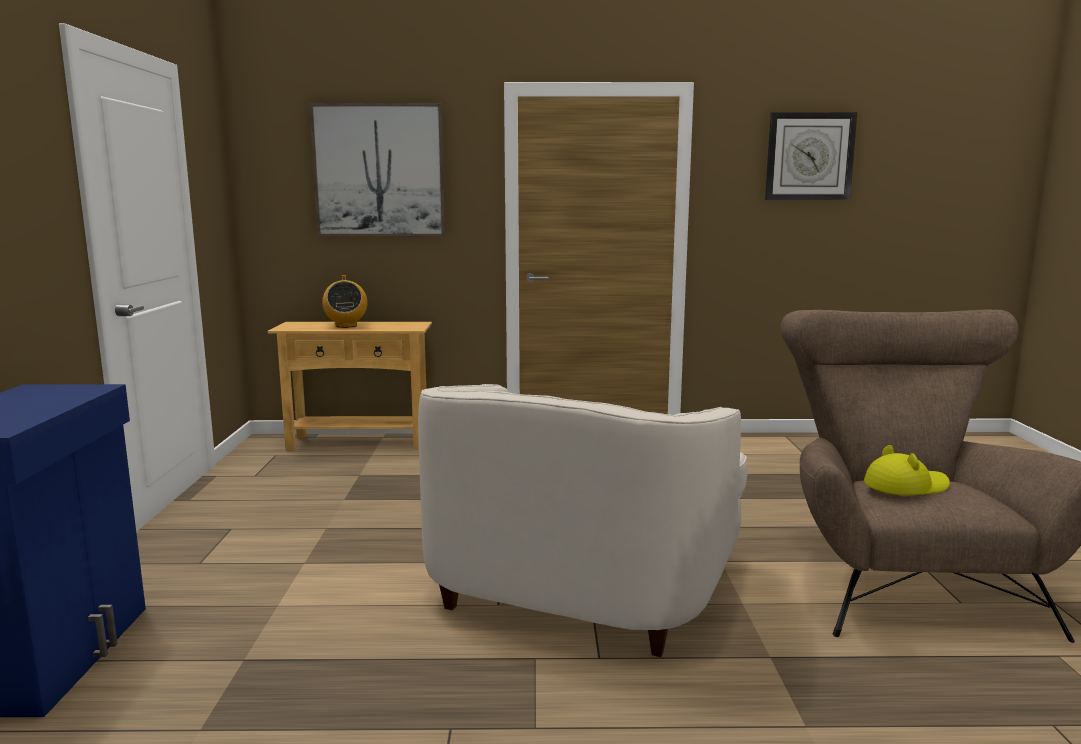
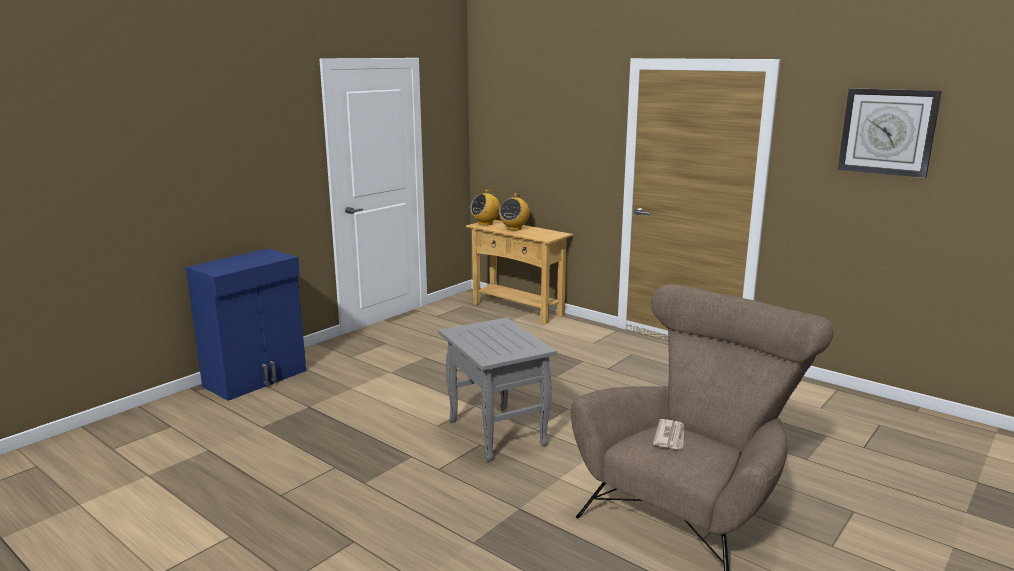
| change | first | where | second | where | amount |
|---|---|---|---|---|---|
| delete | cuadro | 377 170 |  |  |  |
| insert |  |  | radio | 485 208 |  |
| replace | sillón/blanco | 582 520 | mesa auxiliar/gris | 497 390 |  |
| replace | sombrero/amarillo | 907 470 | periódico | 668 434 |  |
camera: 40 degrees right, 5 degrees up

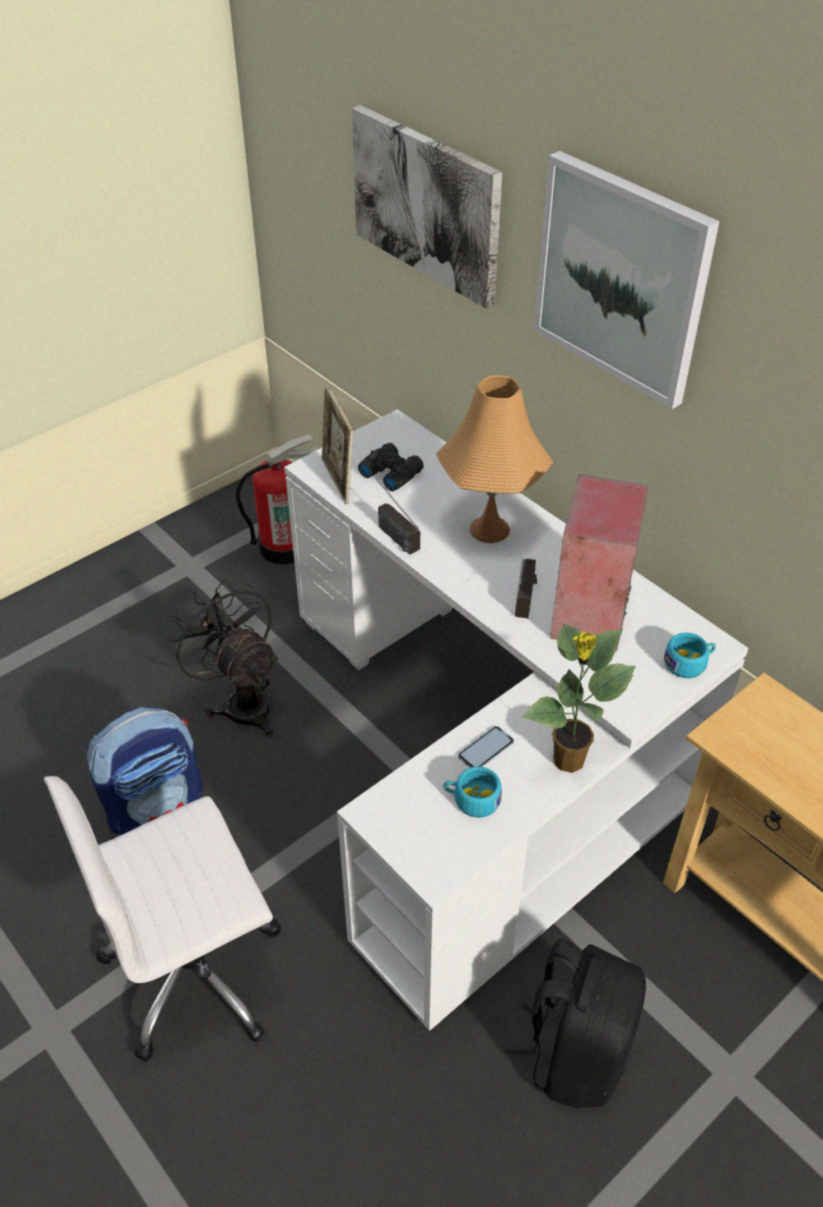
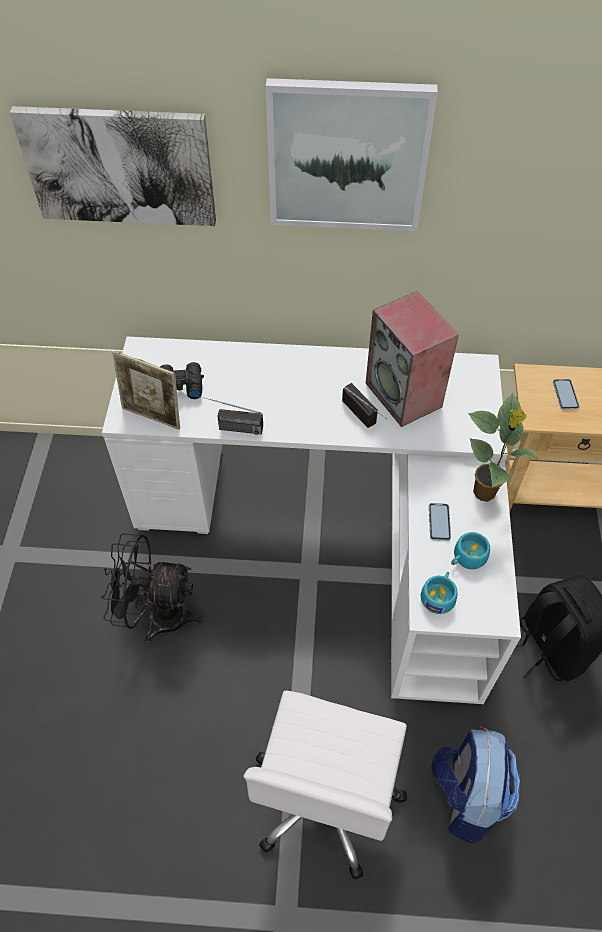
| change | first | where | second | where | amount |
|---|---|---|---|---|---|
| delete | extintor | 276 499 |  |  |  |
| delete | lámpara de mesa/naranja | 494 459 |  |  |  |
| insert |  |  | móvil | 566 394 |  |
| move | mochila | 145 771 |  | 475 785 |  |
| move | taza/turquesa | 690 655 |  | 439 593 |  |
camera: 45 degrees left, 10 degrees up

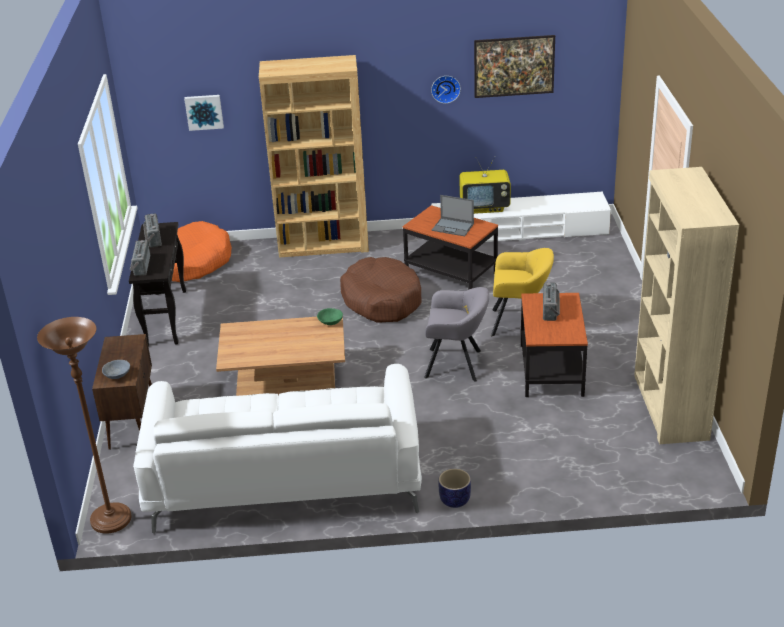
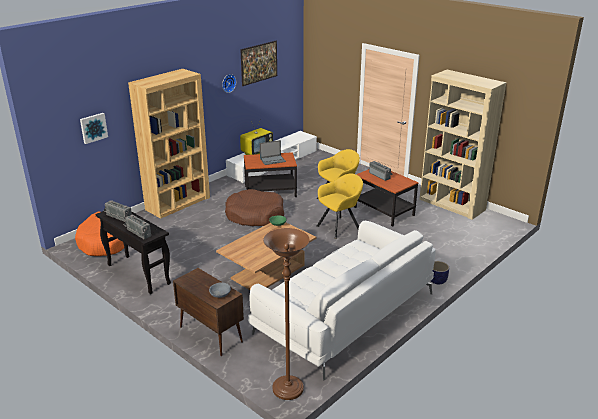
| change | first | where | second | where | amount |
|---|---|---|---|---|---|
| recolor | sillón/gris | 456 334 | sillón/amarillo | 340 206 |  |
camera: 45 degrees left, 5 degrees down

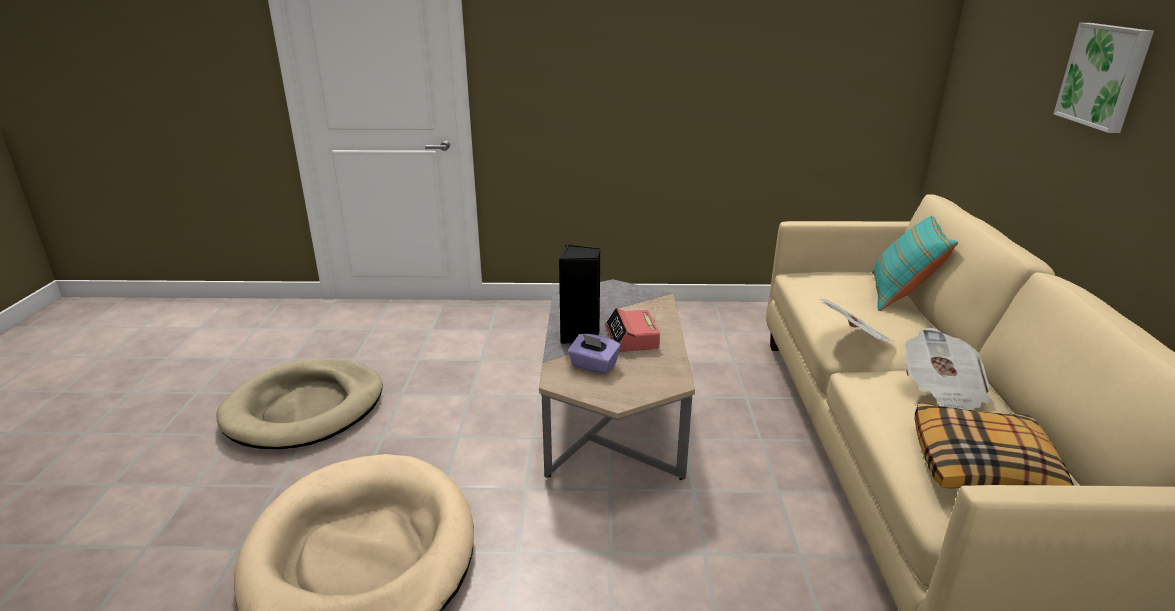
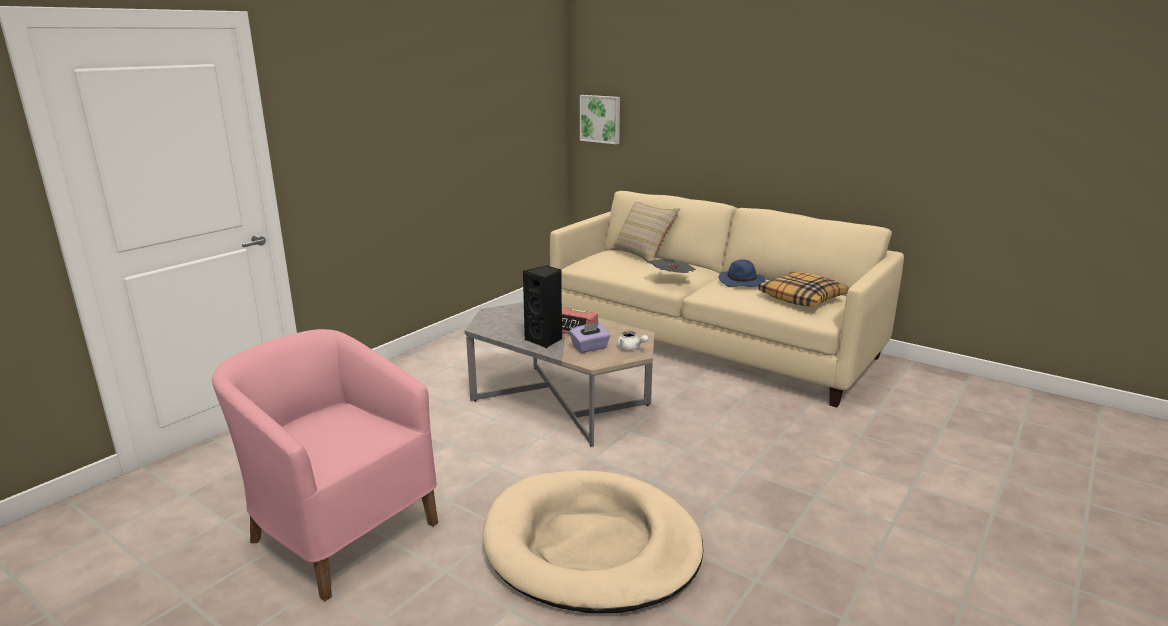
| change | first | where | second | where | amount |
|---|---|---|---|---|---|
| insert |  |  | tetera/blanco | 633 340 |  |
| move | cuadro | 1103 78 |  | 600 119 |  |
| replace | cama para perro/beis | 299 403 | sillón/rosa | 325 465 |  |
| replace | periódico | 948 369 | sombrero/azul | 742 273 |  |
| recolor | cojín/turquesa | 915 263 | cojín/beis | 645 233 |  |
camera: 55 degrees left, 5 degrees down

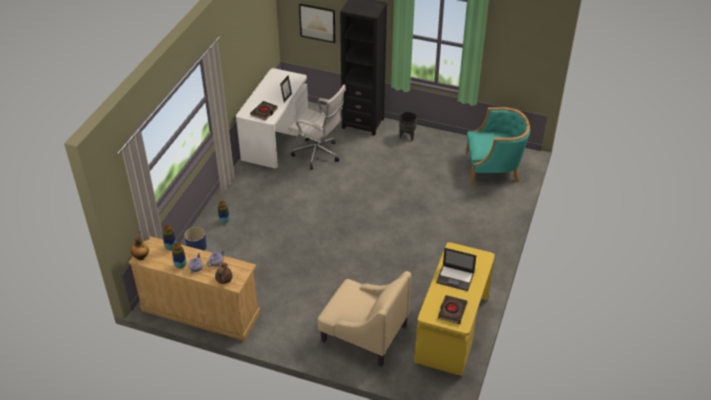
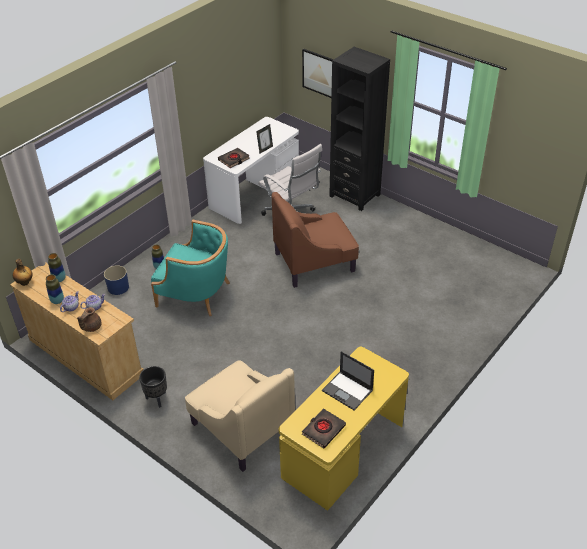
| change | first | where | second | where | amount |
|---|---|---|---|---|---|
| insert |  |  | sillón/marrón | 315 240 |  |
| move | maceta/negro | 408 126 |  | 153 387 |  |
| move | sillón/turquesa | 498 146 |  | 190 267 |  |
camera: 20 degrees right, 0 degrees up

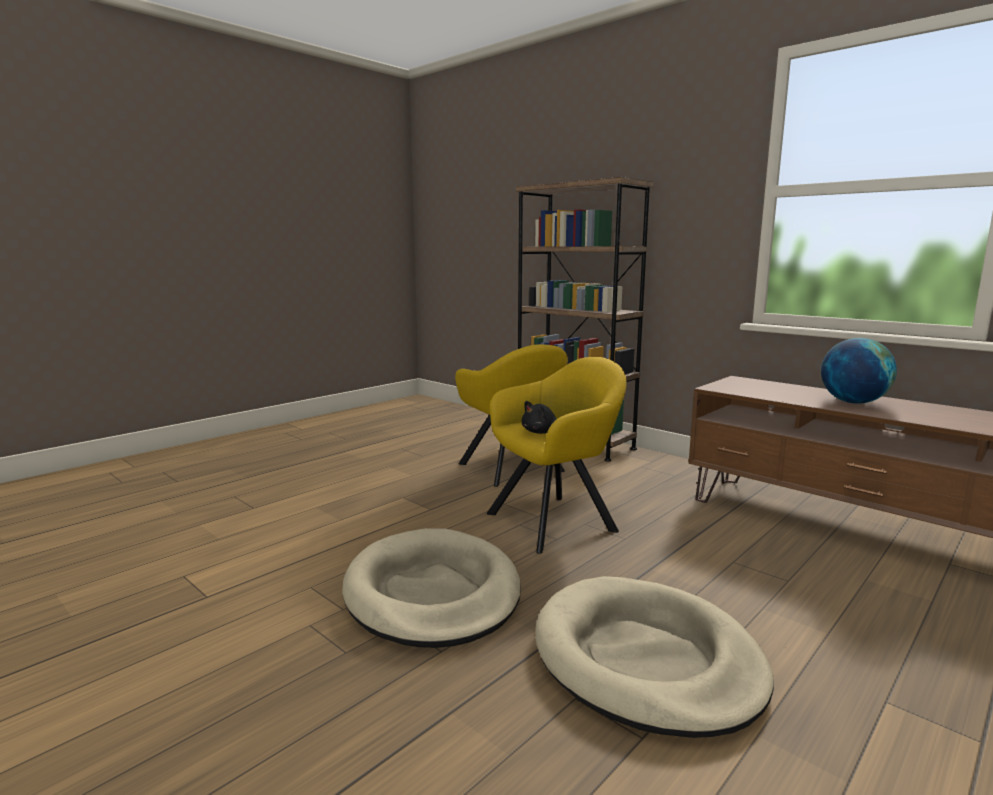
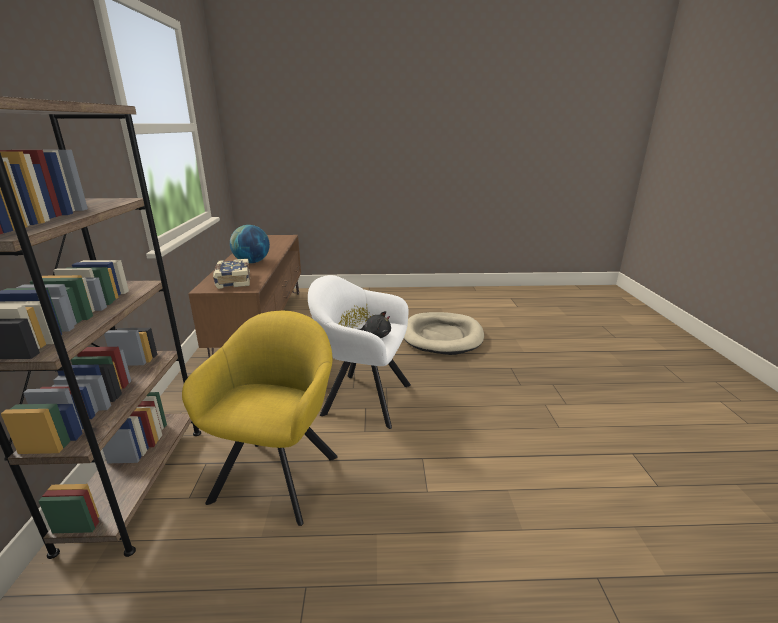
| change | first | where | second | where | amount |
|---|---|---|---|---|---|
| delete | cama para perro/beis | 431 588 |  |  |  |
| insert |  |  | libro | 231 274 |  |
| recolor | sillón/amarillo | 557 455 | sillón/blanco | 359 352 |  |
camera: 135 degrees left, 10 degrees up

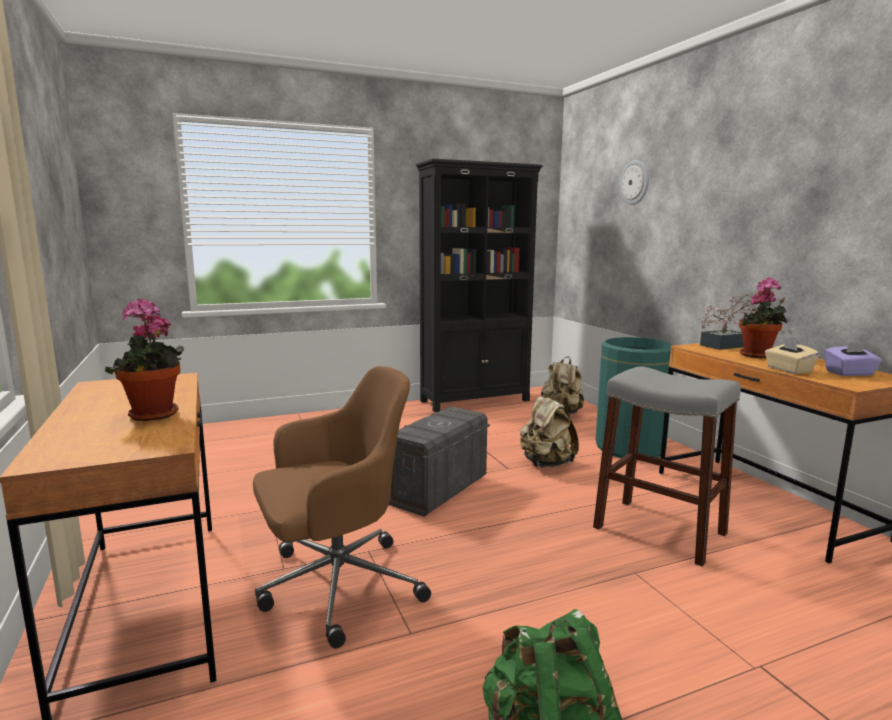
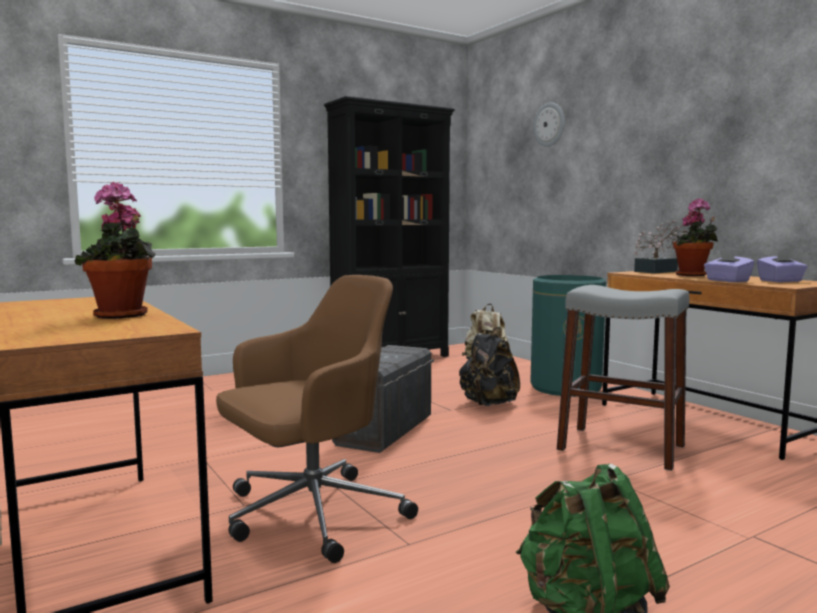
| change | first | where | second | where | amount |
|---|---|---|---|---|---|
| recolor | mochila/beis | 549 430 | mochila/negro | 489 366 |  |
| recolor | caja de pañuelos/beis | 792 355 | caja de pañuelos/morado | 729 265 |  |
camera: 10 degrees left, 5 degrees down

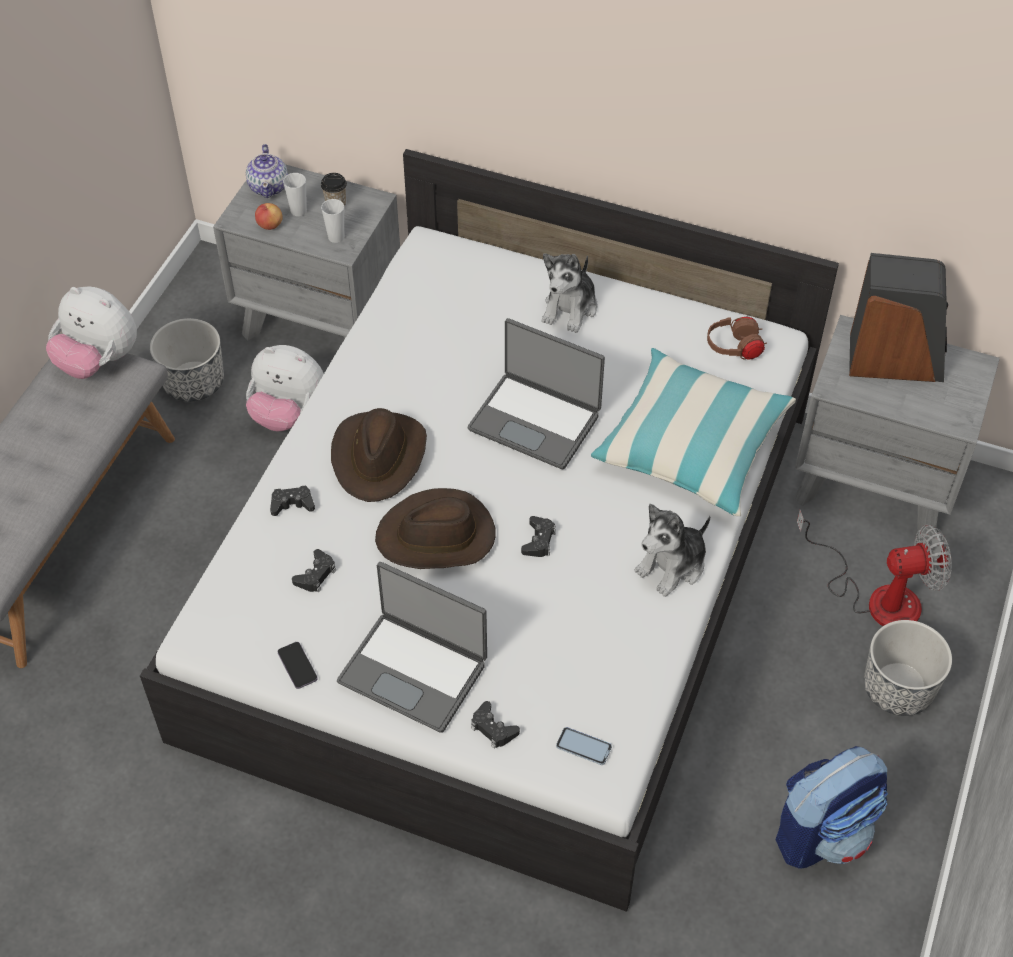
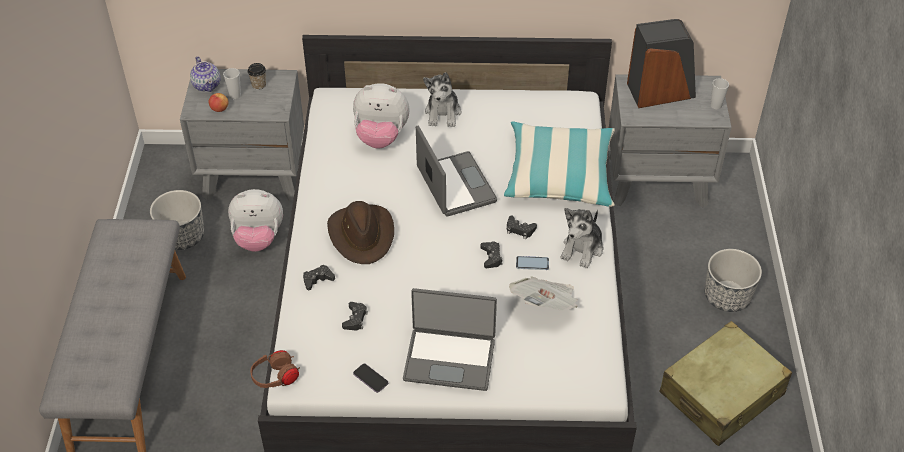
| change | first | where | second | where | amount |
|---|---|---|---|---|---|
| delete | sombrero/marrón | 435 528 |  |  |  |
| delete | ventilador | 874 567 |  |  |  |
| insert |  |  | periódico | 543 293 |  |
| move | peluche | 91 332 |  | 381 116 |  |
| move | taza | 332 221 |  | 719 94 |  |
| move | mando de consola/negro | 495 725 |  | 522 227 |  |
| move | móvil | 584 746 |  | 532 263 |  |
| move | auriculares/marrón | 737 338 |  | 275 369 |  |
| replace | mochila | 832 807 | maleta/beis | 725 383 |  |
| rotate | portátil | 536 393 |  | 456 171 | 120 degrees counterclockwise |
camera: 20 degrees left, 5 degrees down

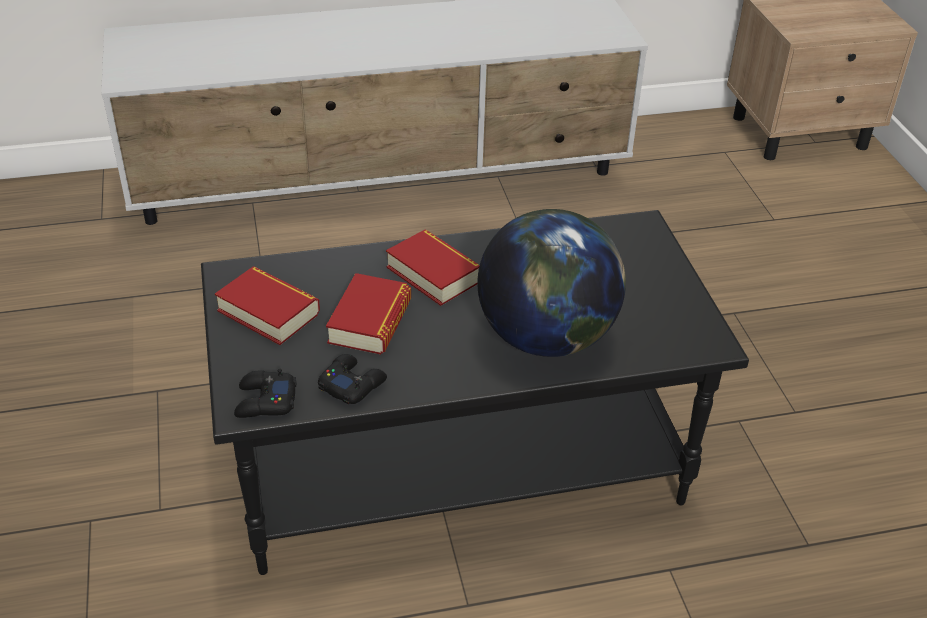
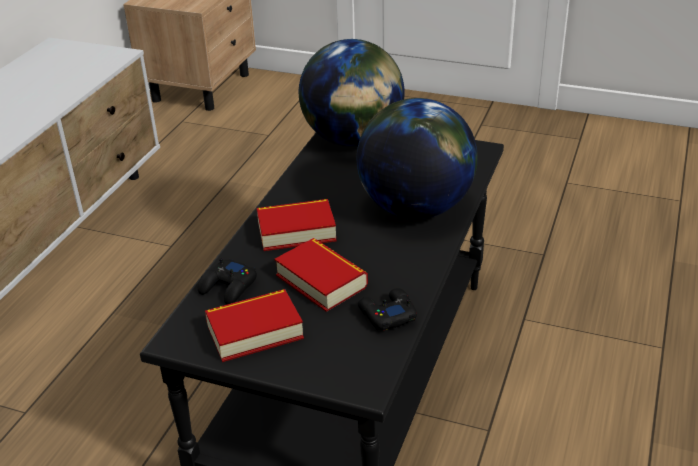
| change | first | where | second | where | amount |
|---|---|---|---|---|---|
| insert |  |  | globo terráqueo | 352 92 |  |
| move | mando de consola/negro | 265 393 |  | 227 281 |  |
camera: 55 degrees left, 5 degrees down

